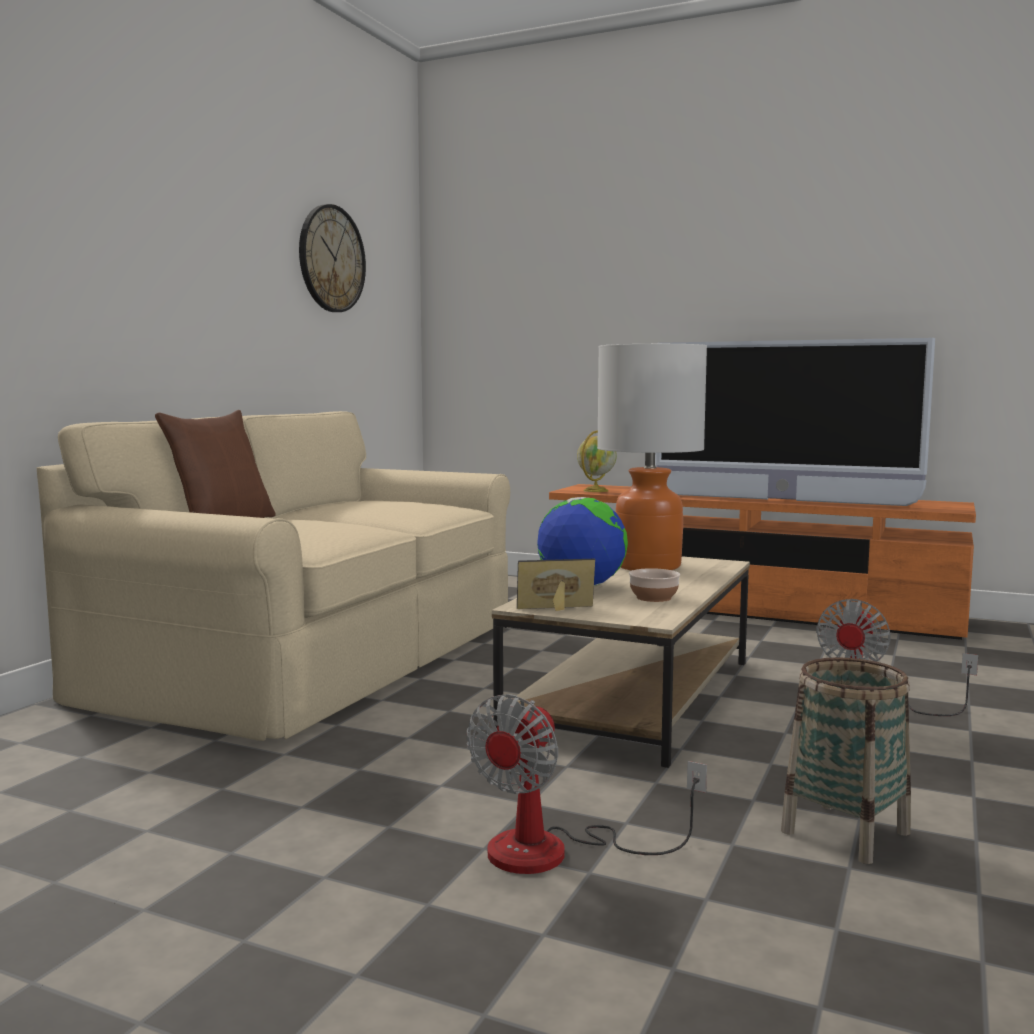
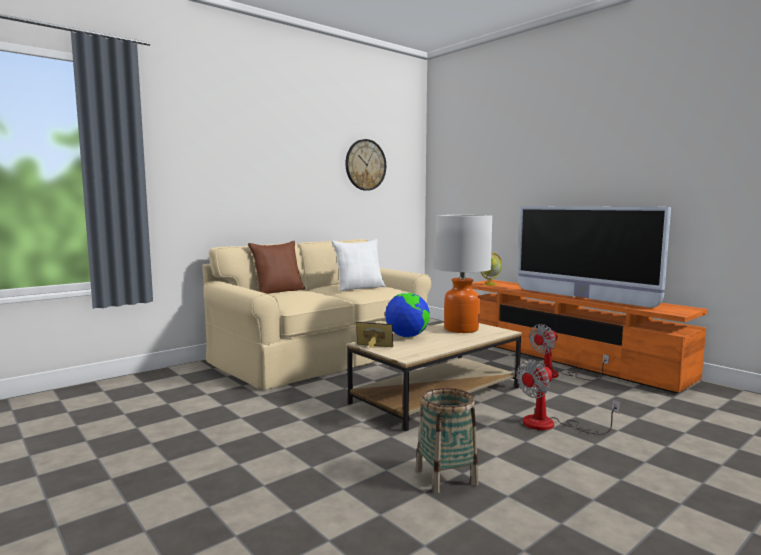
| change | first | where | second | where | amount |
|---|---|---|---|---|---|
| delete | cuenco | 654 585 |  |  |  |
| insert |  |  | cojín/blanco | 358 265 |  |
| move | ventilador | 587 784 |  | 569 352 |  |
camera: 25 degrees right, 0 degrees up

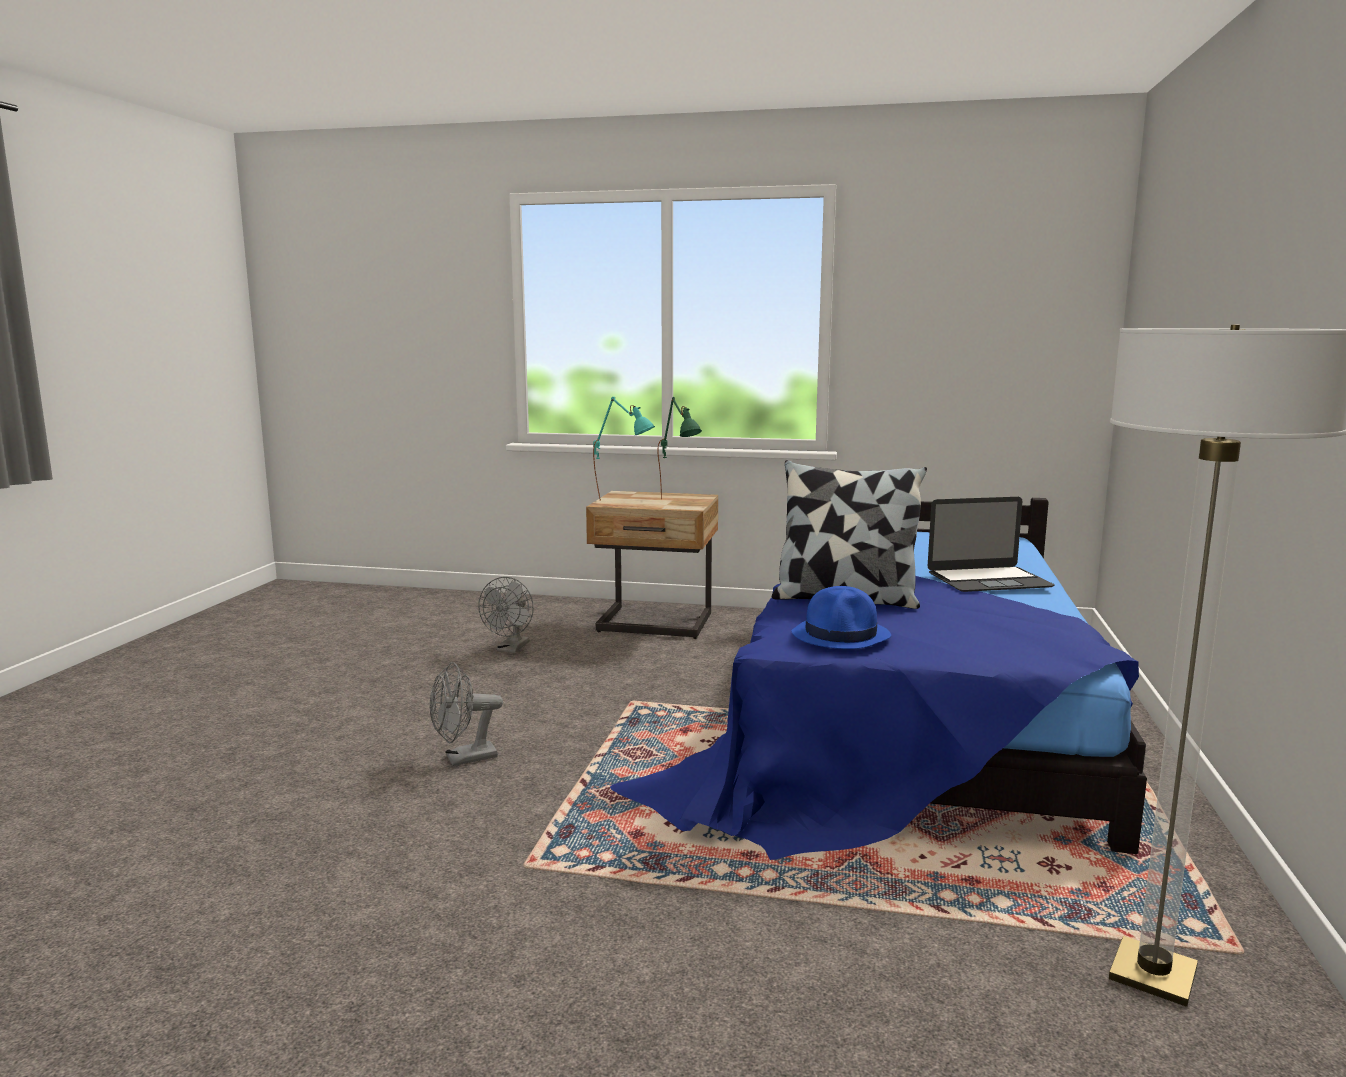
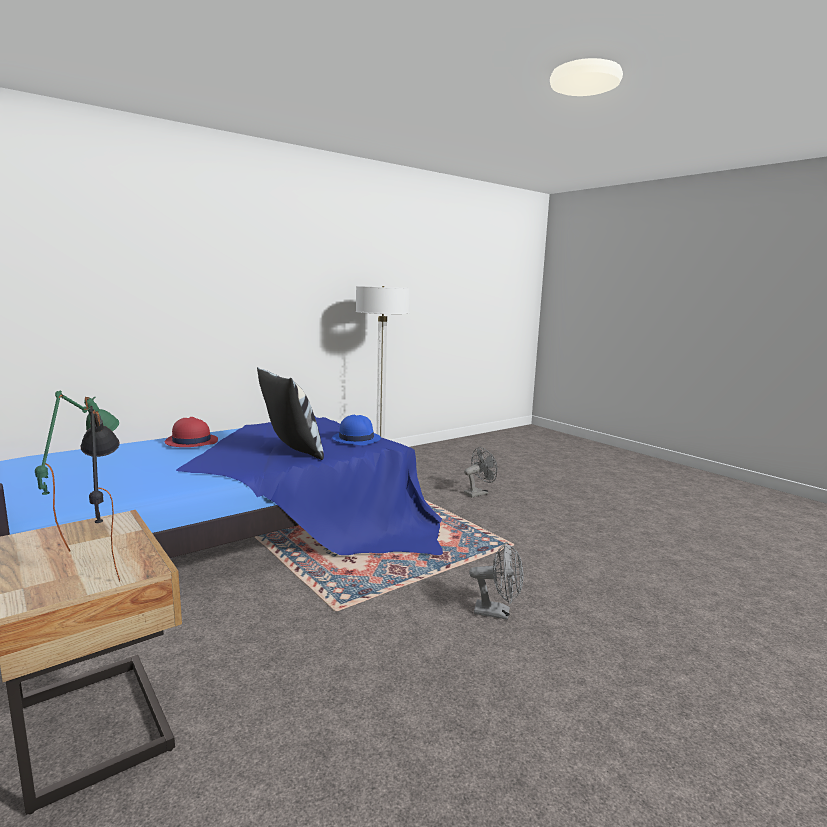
| change | first | where | second | where | amount |
|---|---|---|---|---|---|
| move | ventilador/gris | 506 615 |  | 480 472 |  |
| replace | portátil | 991 544 | sombrero/rojo | 191 432 |  |
| recolor | lámpara de mesa/turquesa | 624 449 | lámpara de mesa/negro | 100 494 |  |
camera: 140 degrees left, 0 degrees up

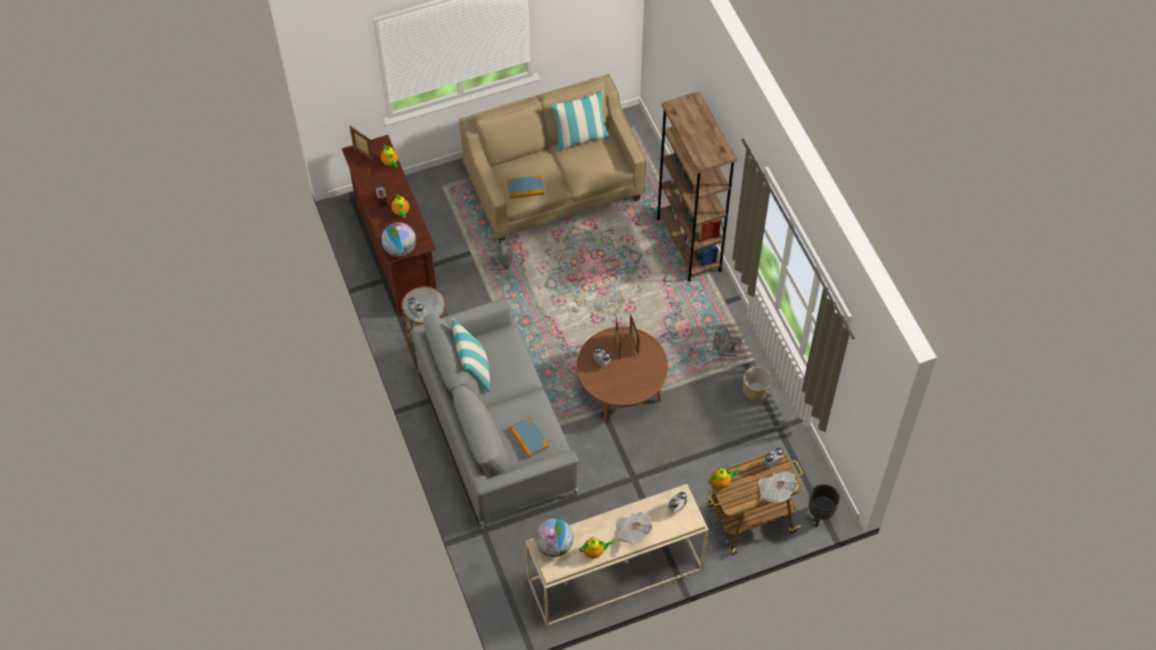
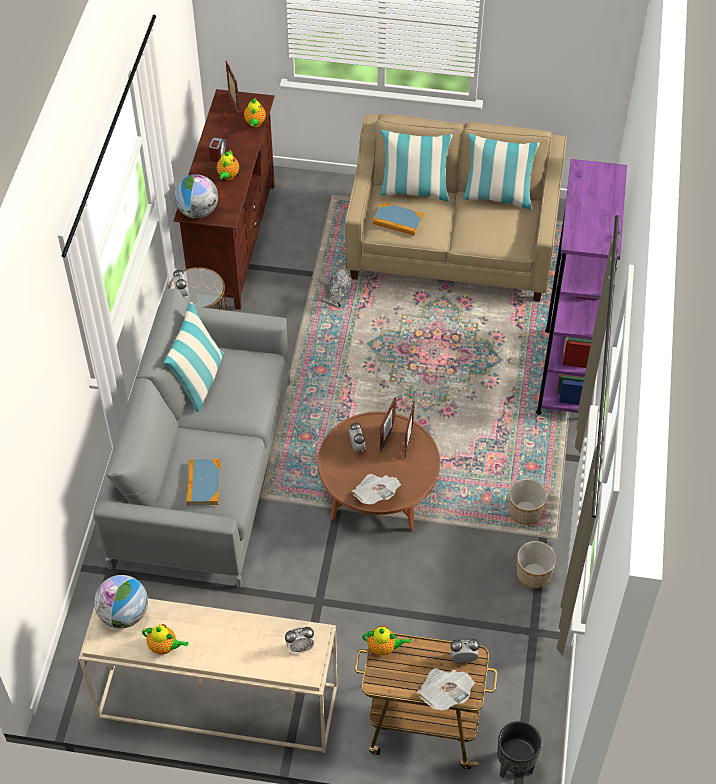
| change | first | where | second | where | amount |
|---|---|---|---|---|---|
| insert |  |  | cojín | 416 166 |  |
| move | periódico | 633 528 |  | 376 489 |  |
| replace | ventilador/gris | 728 340 | maceta | 528 502 |  |
| recolor | estantería/marrón | 696 186 | estantería/morado | 581 287 |  |
camera: 30 degrees right, 5 degrees down

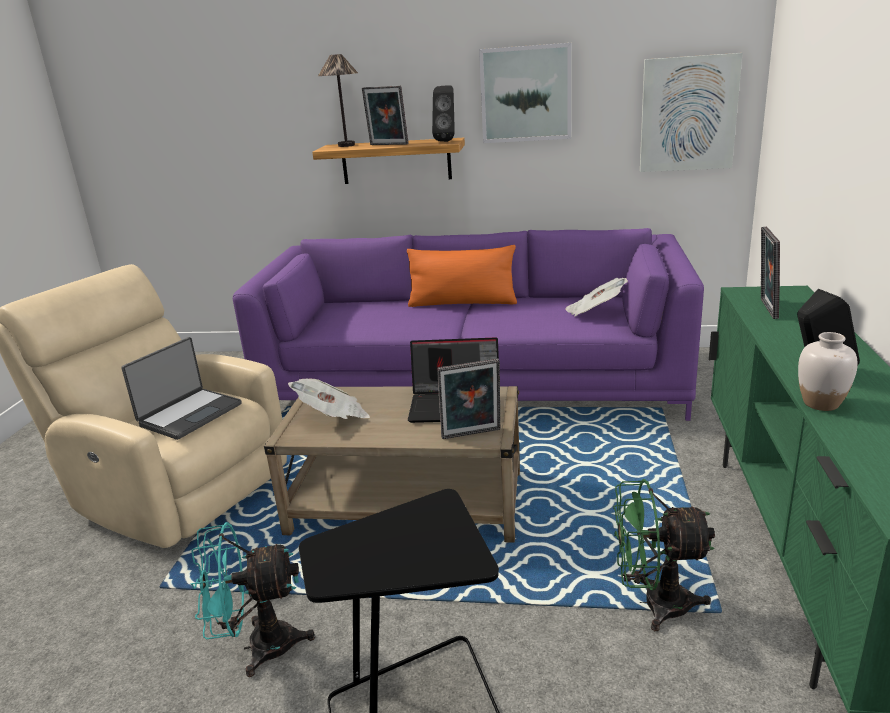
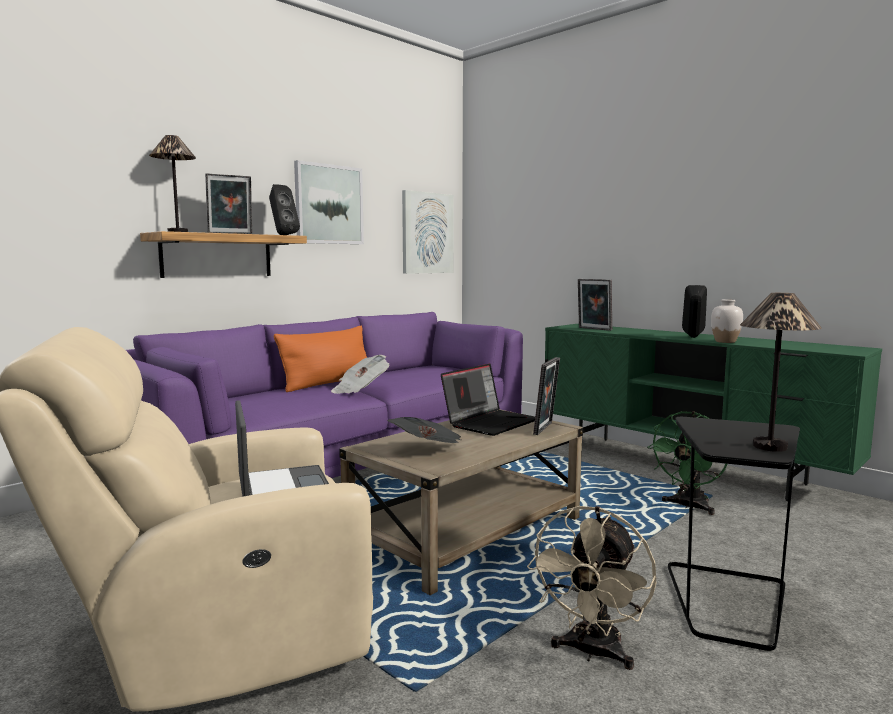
| change | first | where | second | where | amount |
|---|---|---|---|---|---|
| insert |  |  | lámpara de mesa | 781 372 |  |
| move | periódico | 596 297 |  | 360 374 |  |
| recolor | ventilador/turquesa | 253 599 | ventilador/beis | 591 588 |  |
camera: 55 degrees left, 15 degrees down

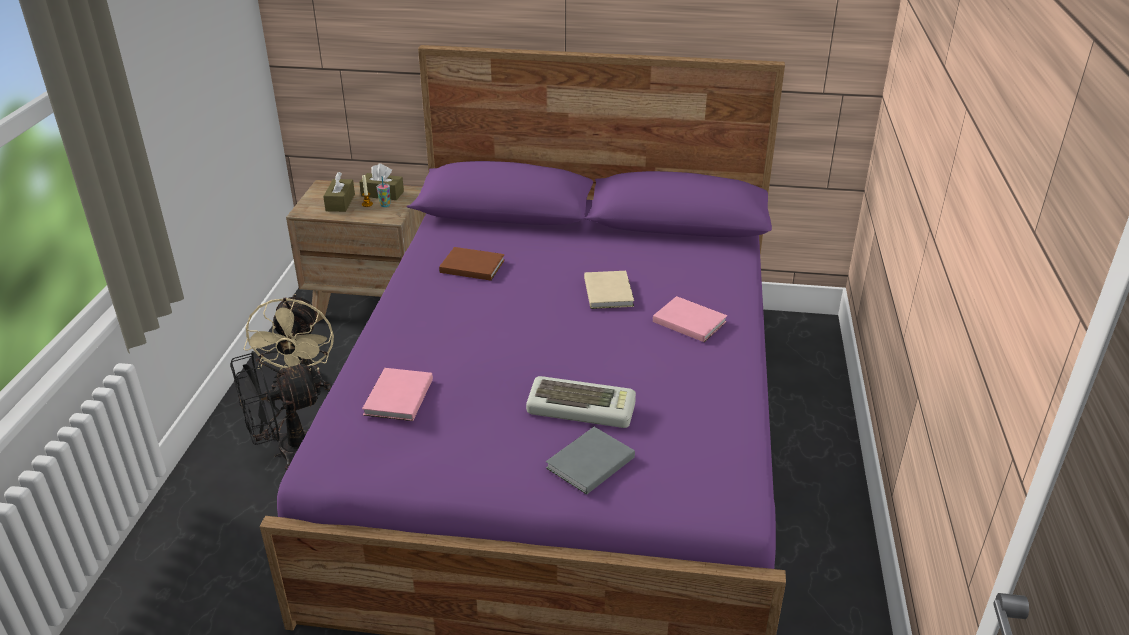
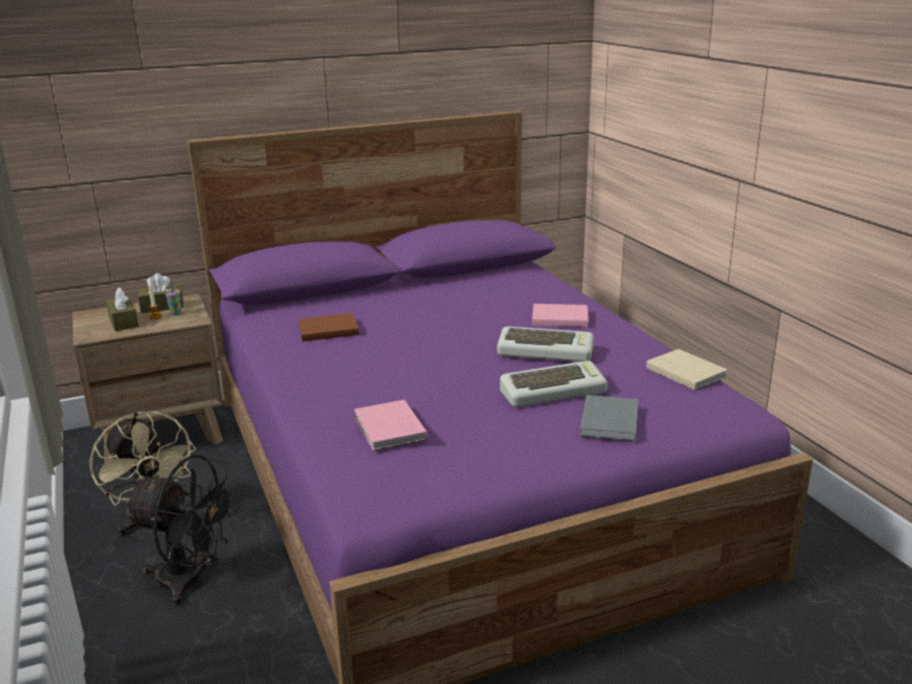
| change | first | where | second | where | amount |
|---|---|---|---|---|---|
| insert |  |  | teclado | 545 344 |  |
| move | libro/beis | 609 290 |  | 687 369 |  |
| rotate | ventilador/negro | 275 411 |  | 180 530 | 105 degrees counterclockwise |
camera: 30 degrees left, 10 degrees down

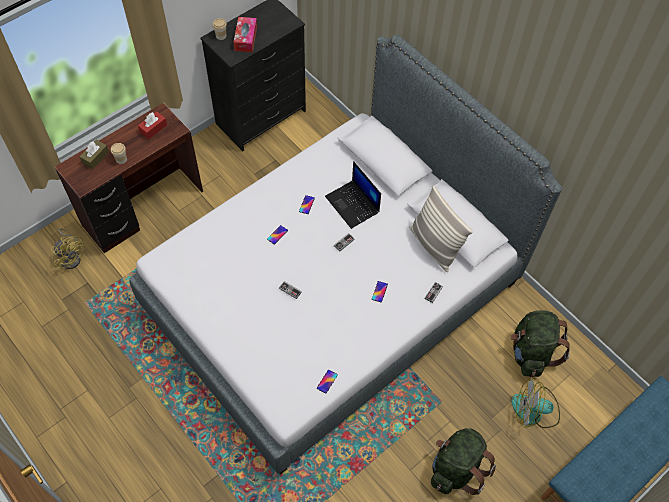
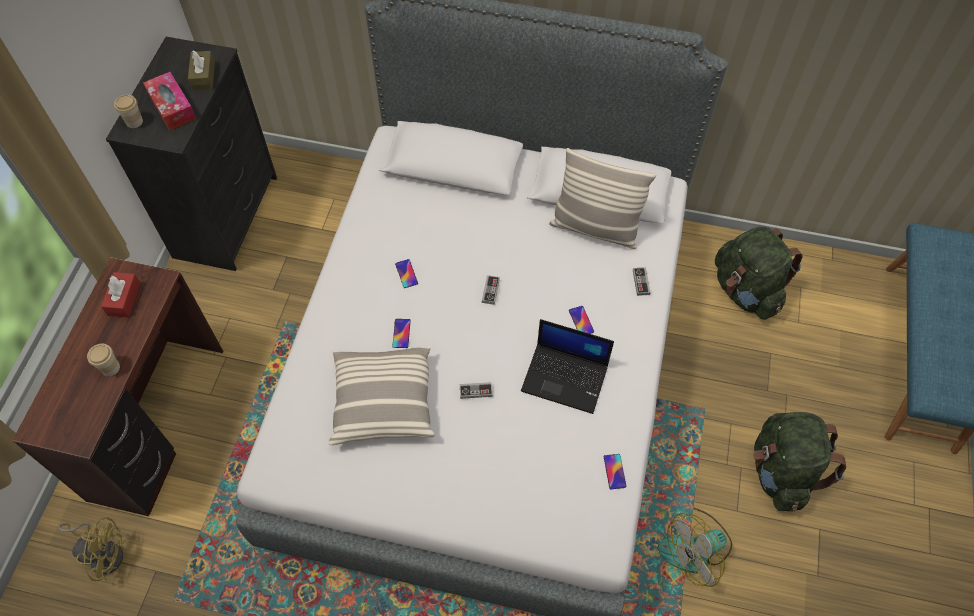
| change | first | where | second | where | amount |
|---|---|---|---|---|---|
| insert |  |  | cojín | 381 395 |  |
| move | caja de pañuelos/marrón | 94 154 |  | 201 71 |  |
| move | portátil | 353 195 |  | 567 366 |  |
| move | ventilador | 535 403 |  | 695 547 |  |
camera: 35 degrees left, 0 degrees up

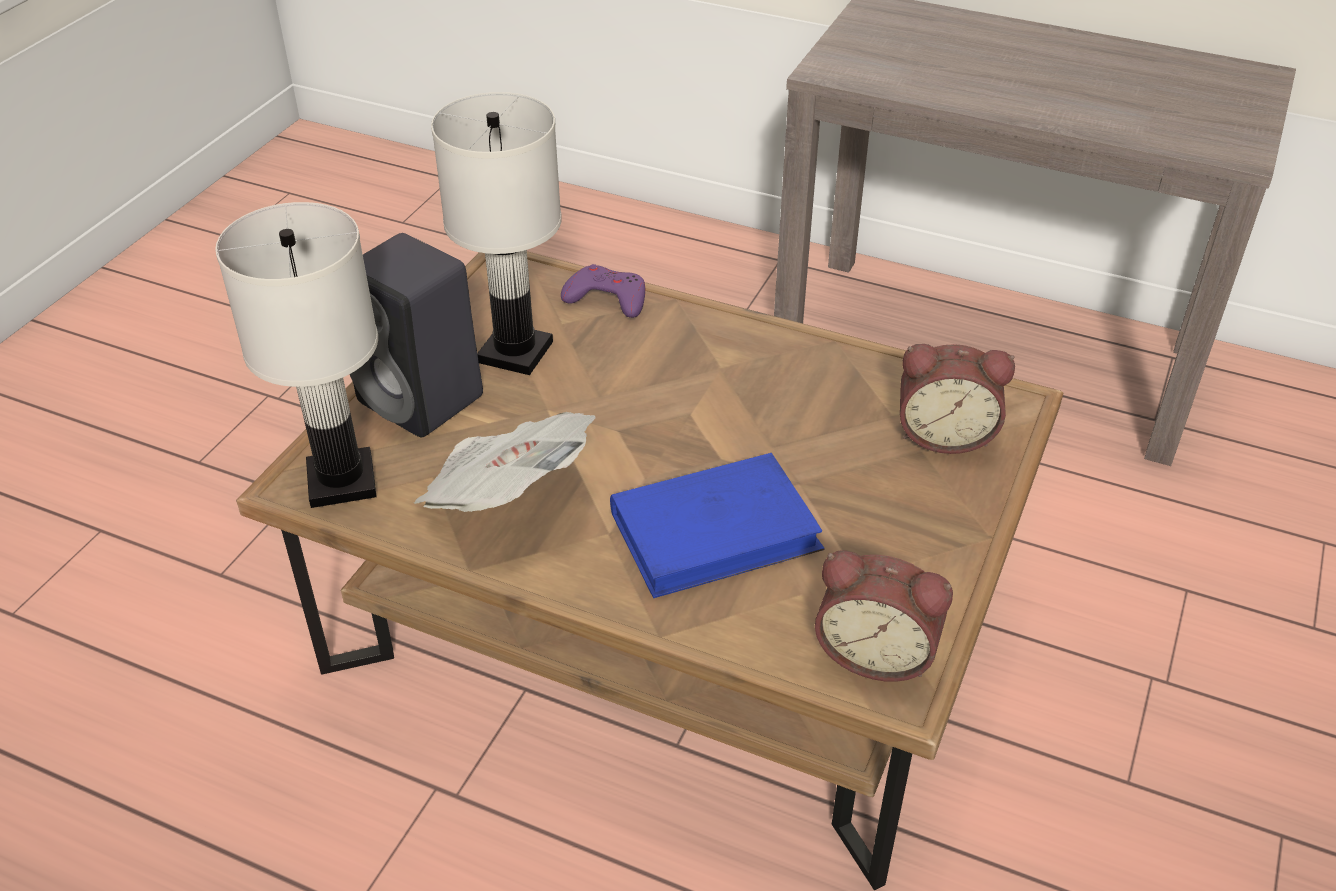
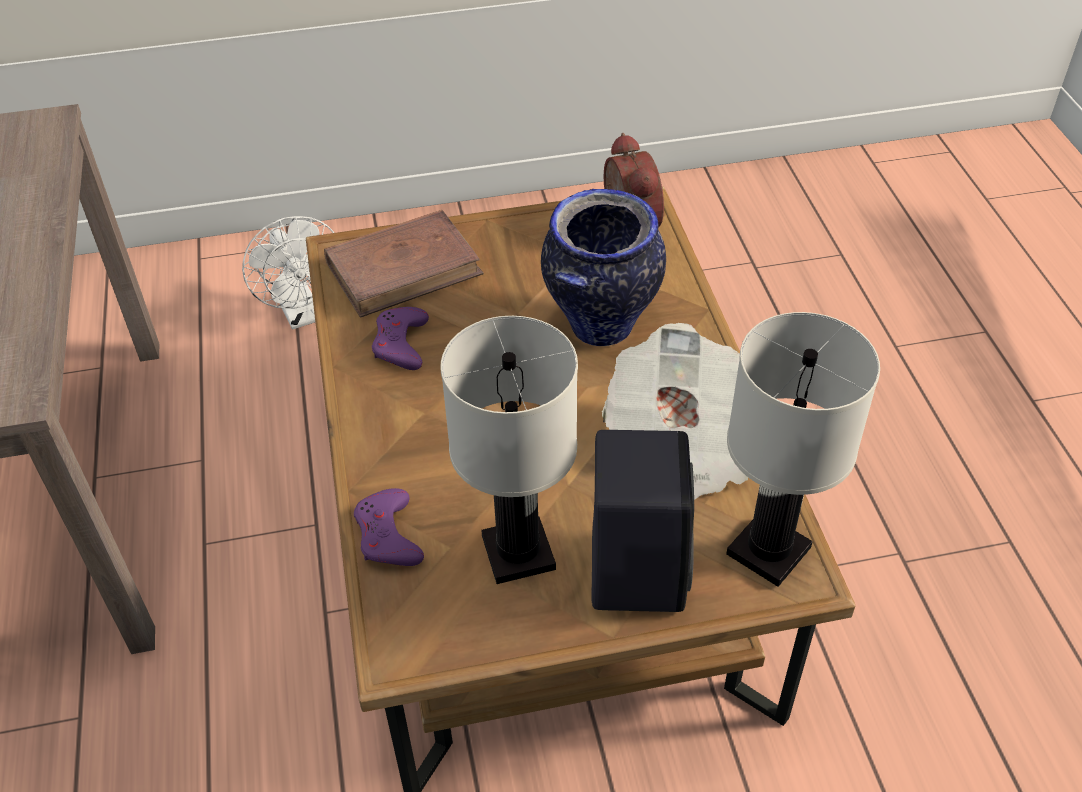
| change | first | where | second | where | amount |
|---|---|---|---|---|---|
| insert |  |  | ventilador/blanco | 288 273 |  |
| insert |  |  | mando de consola/morado | 400 338 |  |
| replace | libro/azul | 717 525 | florero | 603 267 |  |
| replace | despertador | 957 399 | libro/marrón | 404 264 |  |
camera: 125 degrees left, 5 degrees up

